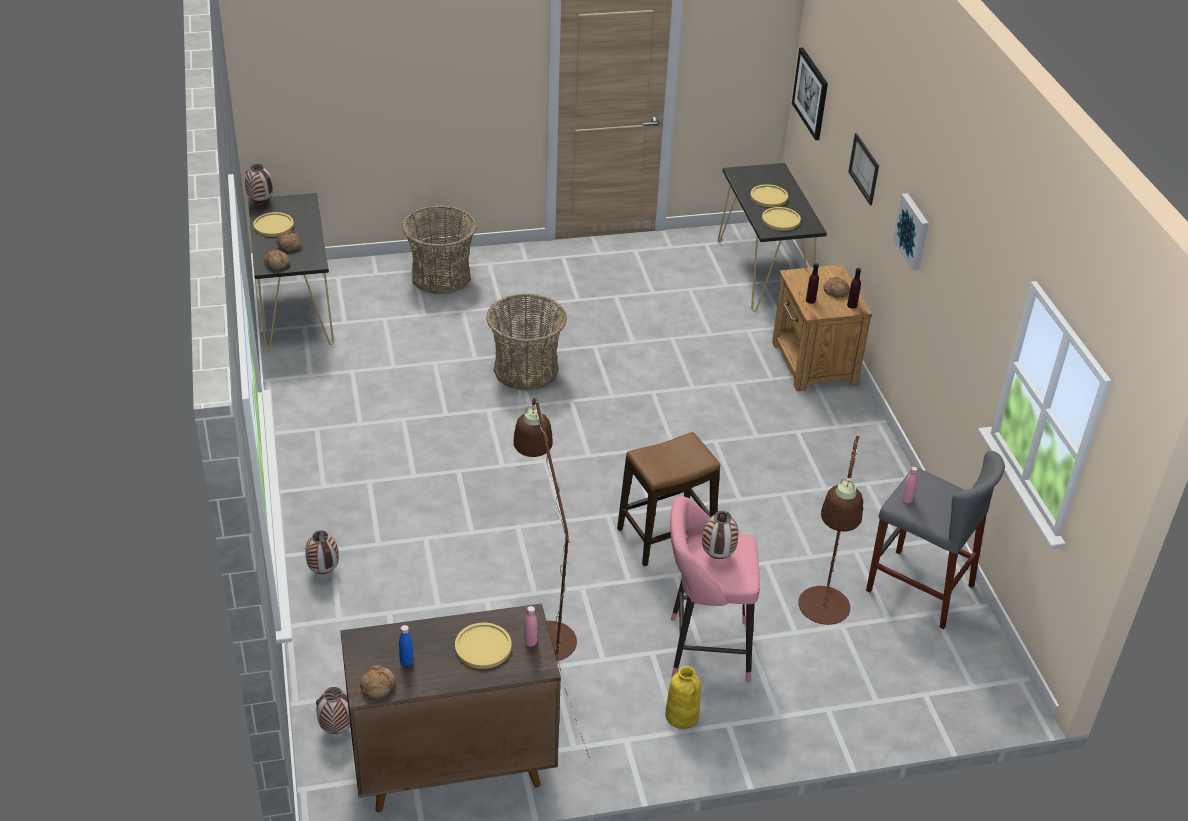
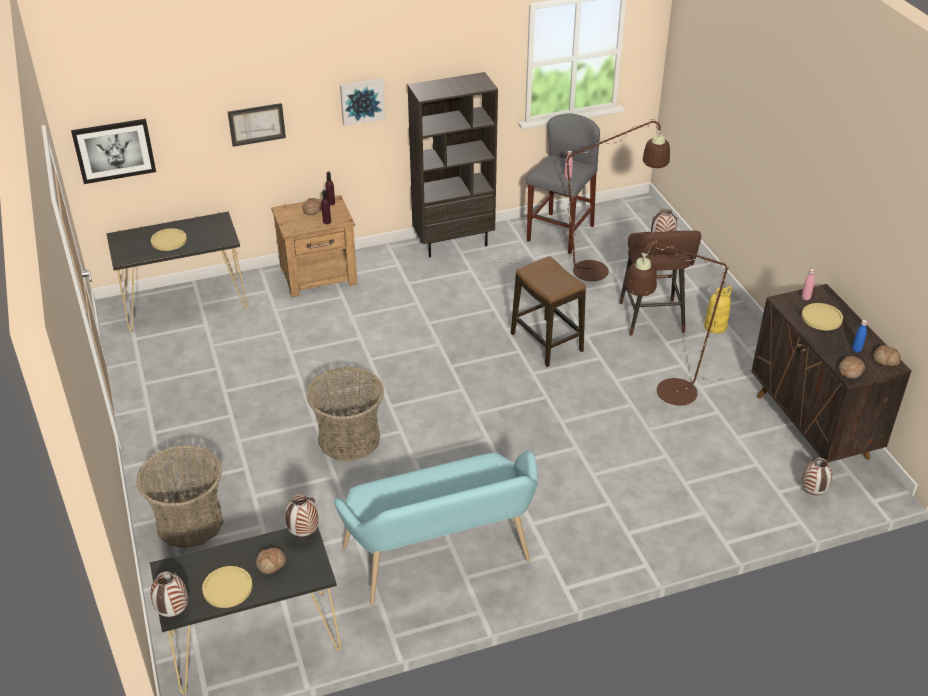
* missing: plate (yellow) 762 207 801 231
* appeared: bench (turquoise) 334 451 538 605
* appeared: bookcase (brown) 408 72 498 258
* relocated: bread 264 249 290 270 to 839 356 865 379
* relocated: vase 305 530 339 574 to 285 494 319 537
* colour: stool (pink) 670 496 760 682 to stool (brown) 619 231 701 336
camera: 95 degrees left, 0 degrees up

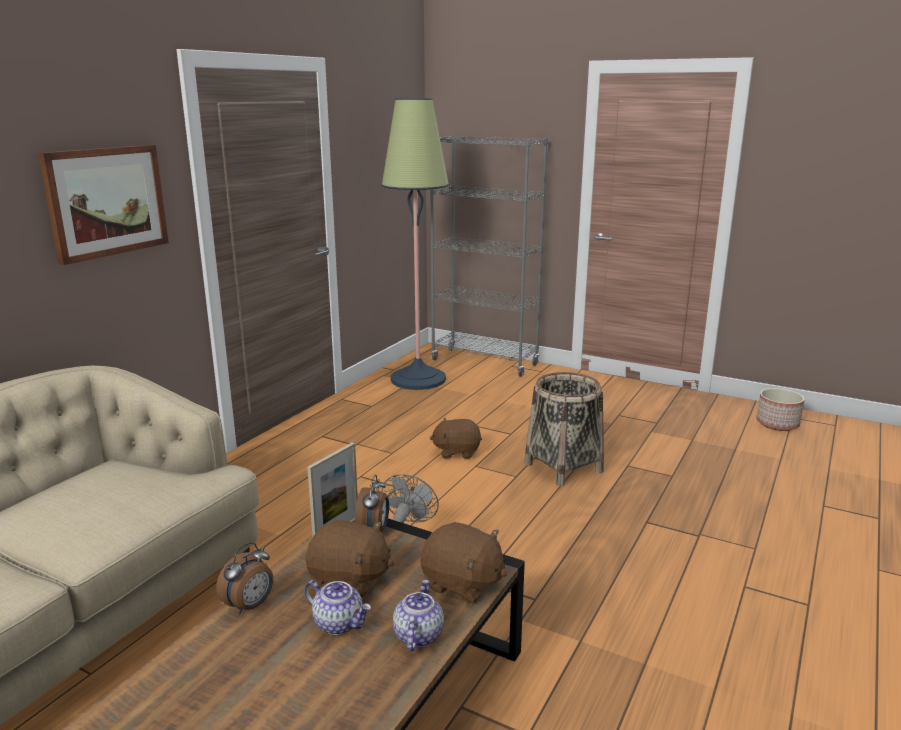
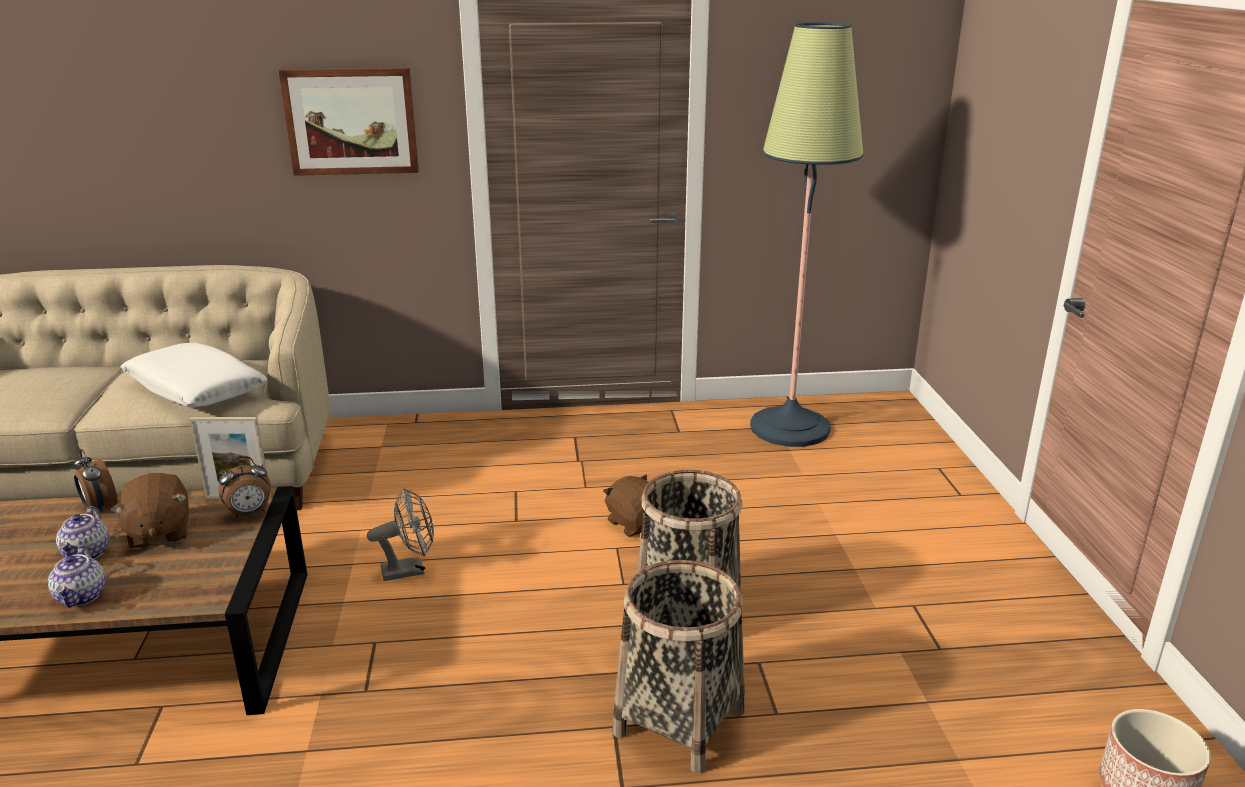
* missing: plush toy (brown) 420 522 507 604
* missing: bookcase (grey) 430 135 548 377
* appeared: pillow (white) 120 342 268 408
* appeared: basket 612 560 745 773
* spun: alarm clock 216 542 273 614 = 74 449 117 513 45 degrees clockwise
* spun: teapot 393 580 444 651 = 48 546 106 608 105 degrees clockwise
camera: 55 degrees right, 5 degrees up

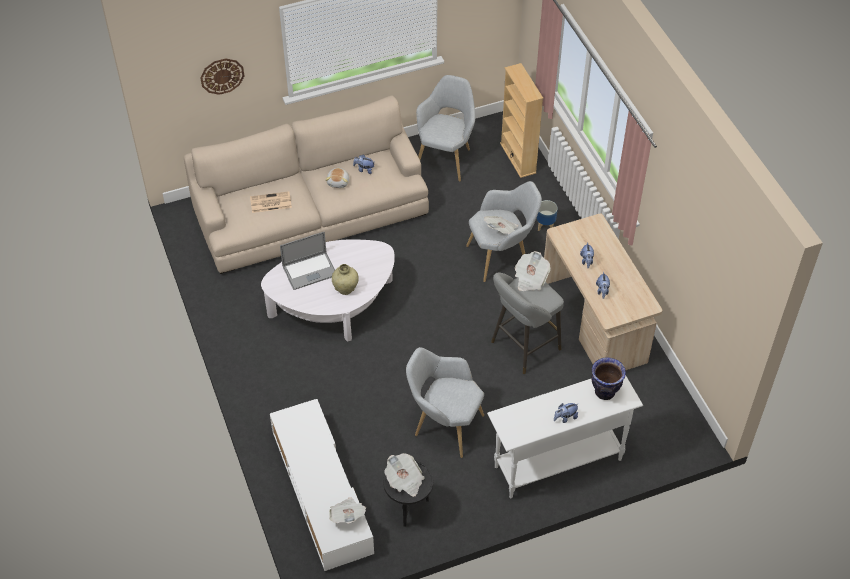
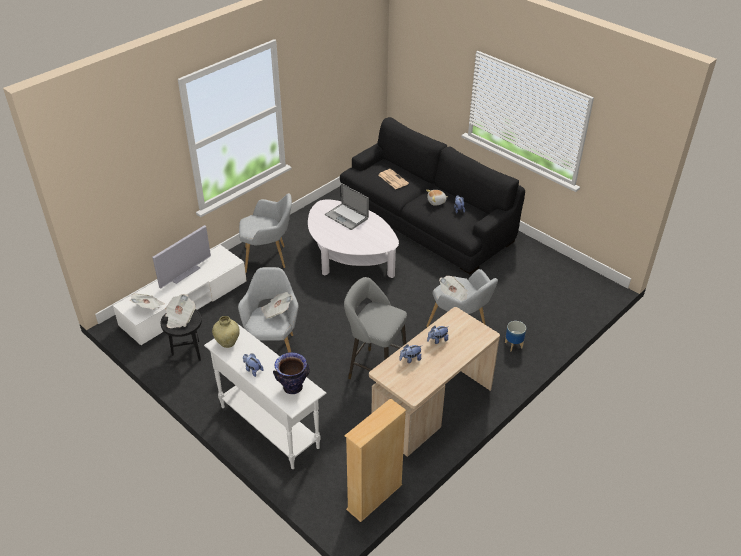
* missing: wall clock 200 58 244 95
* appeared: television 152 225 211 289
* relocated: vase (beige) 332 264 359 295 to 212 316 240 348
* relocated: armchair (grey) 416 75 475 182 to 239 193 292 273
* relocated: bookcase (beige) 500 63 543 178 to 345 398 406 522
* relocated: newspaper 515 251 551 291 to 261 292 293 319
* colour: sofa (beige) 184 95 429 274 to sofa (black) 340 117 525 274
camera: 65 degrees right, 10 degrees down

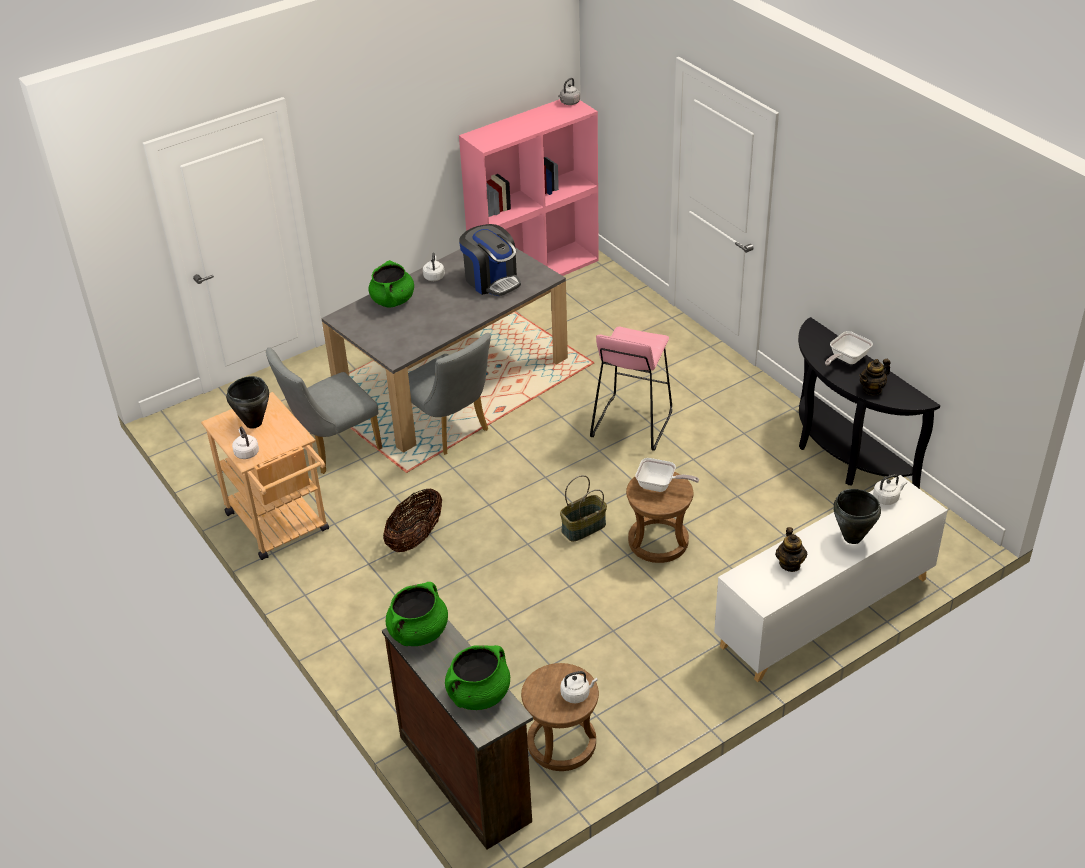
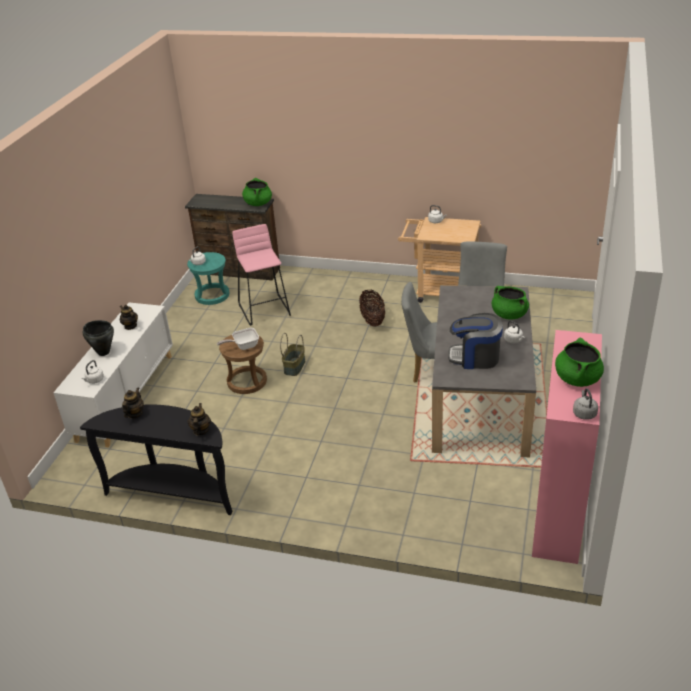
* missing: cooking pot (black) 226 376 269 429
* missing: frying pan 825 331 873 366
* appeared: teapot 188 403 211 436
* relocated: cooking pot (green) 445 645 510 710 to 555 338 604 387
* relocated: stool (pink) 590 326 672 451 to 232 224 291 326
* colour: stool (brown) 521 663 599 771 to stool (turquoise) 187 252 229 305
camera: 140 degrees right, 5 degrees down

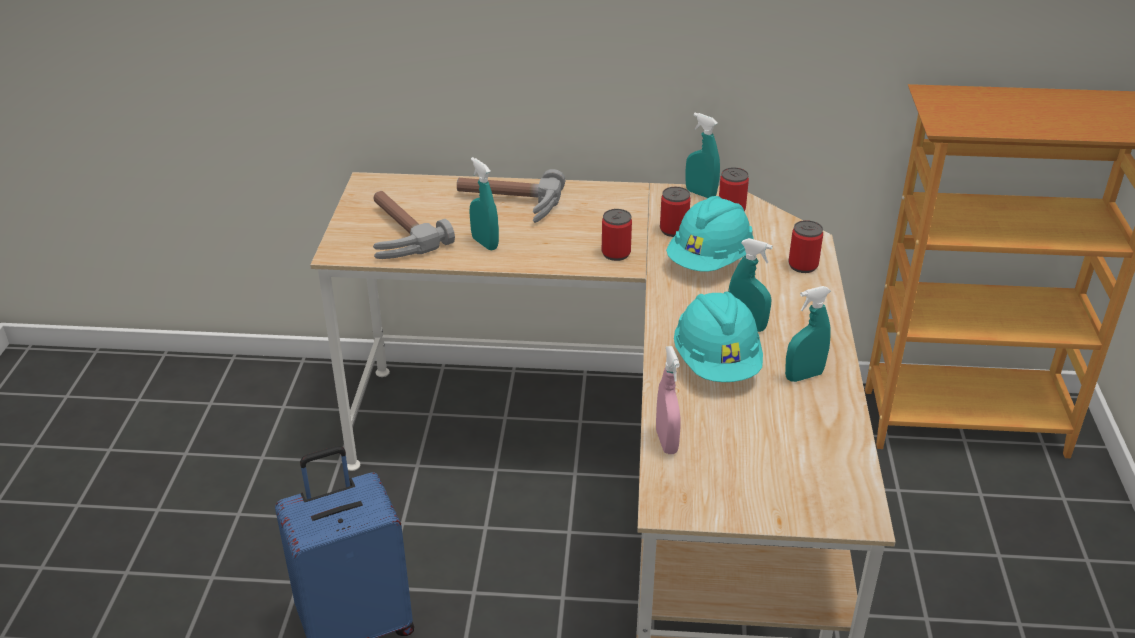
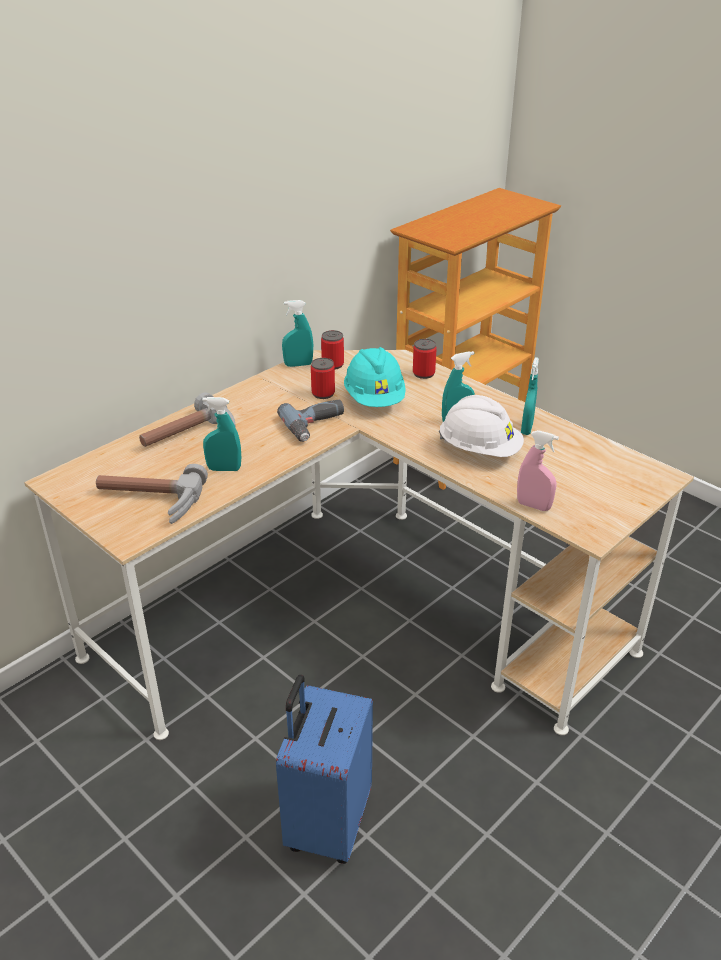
* exchanged: can 602 209 632 261 to power drill 277 400 344 442
* colour: hard hat (turquoise) 674 291 763 382 to hard hat (white) 439 395 524 457
camera: 50 degrees left, 0 degrees up

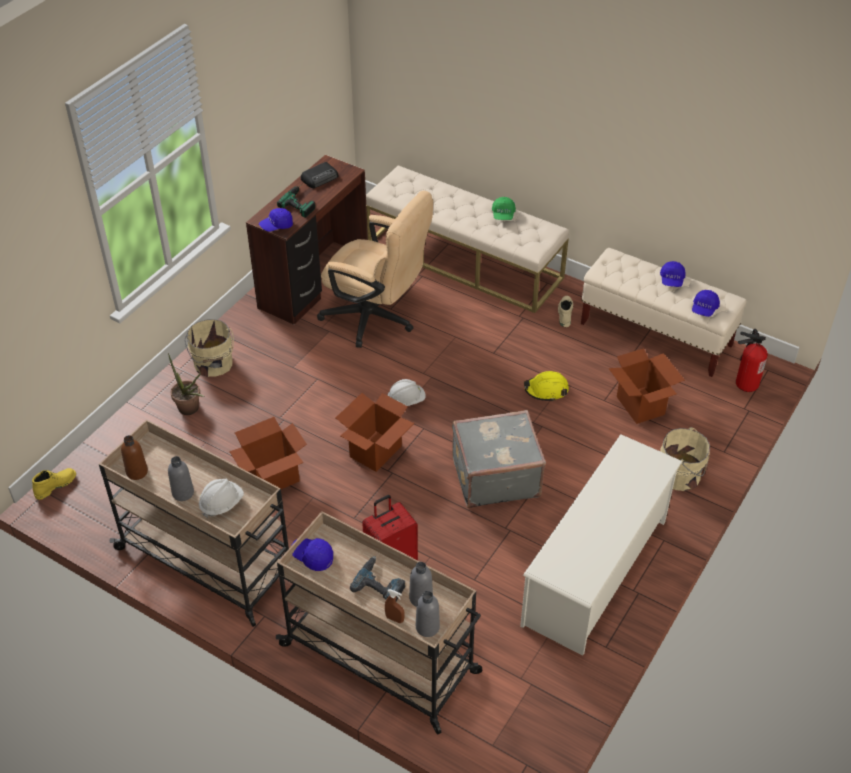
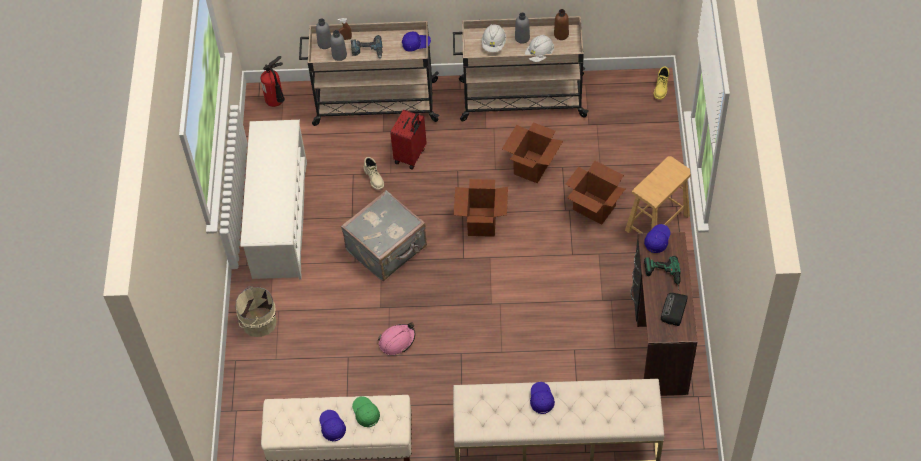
* missing: potted plant 168 353 205 415
* missing: office chair (beige) 317 191 433 348
* relocated: hard hat (white) 387 379 426 406 to 525 35 554 62
* relocated: cap (green) 492 197 516 220 to 352 396 380 427
* relocated: boot (beige) 558 296 573 327 to 364 157 384 190
* relocated: cardboard box 609 348 685 424 to 565 160 625 225
* relocated: cap (blue) 692 290 720 317 to 530 382 555 414
* relocated: fire extinguisher 736 329 768 392 to 260 56 285 107
* exchanged: bucket (beige) 185 319 234 377 to stool (brown) 625 156 691 233
* colour: hard hat (yellow) 524 371 569 402 to hard hat (pink) 378 322 415 355
camera: 150 degrees right, 10 degrees up

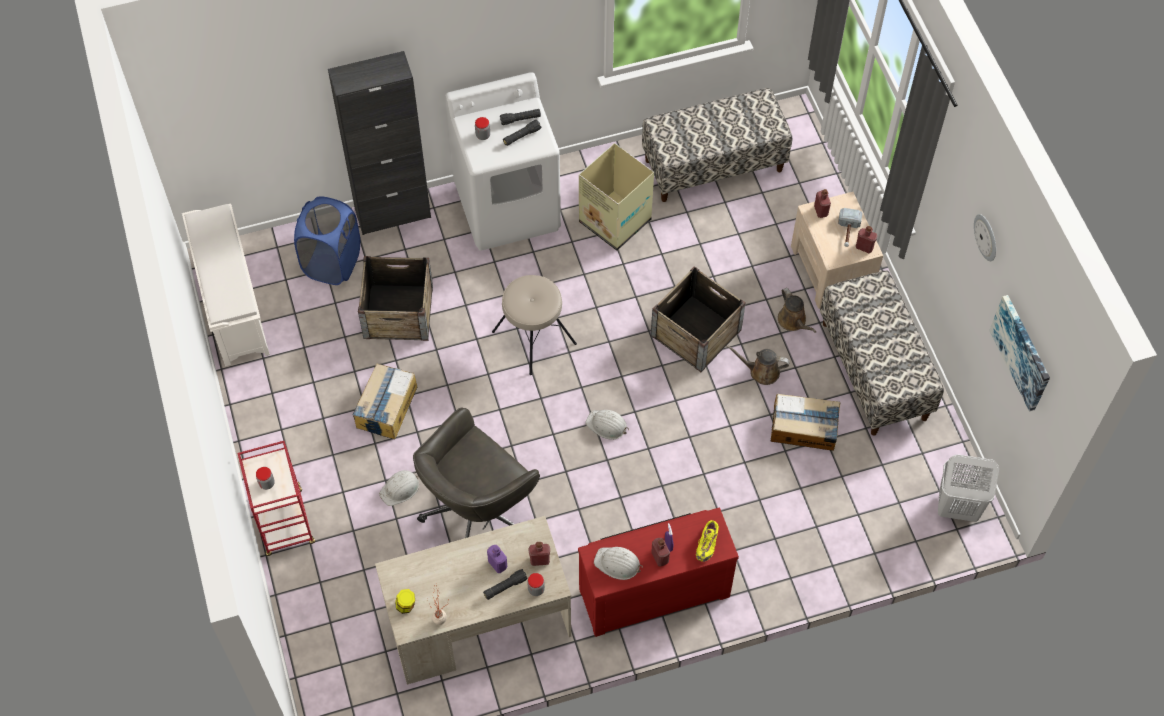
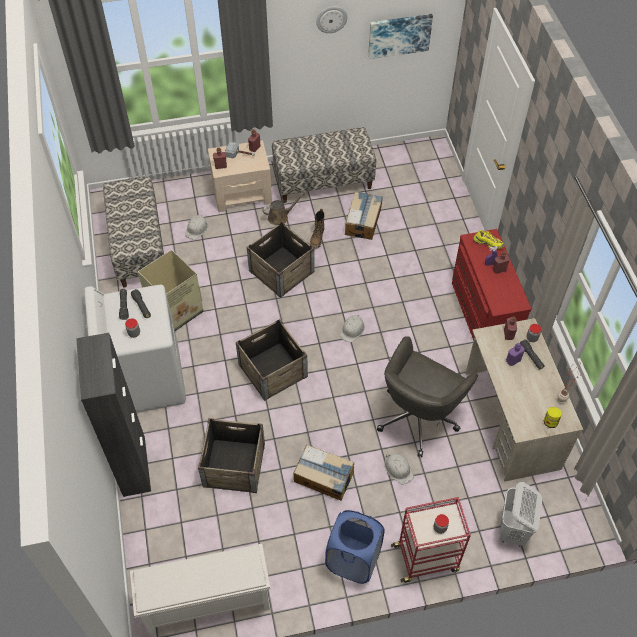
* relocated: laundry basket (blue) 294 196 360 285 to 325 510 385 584
* relocated: hard hat (white) 594 547 643 580 to 185 215 208 240
* relocated: laundry basket (white) 938 454 999 522 to 499 482 542 547
* exchanged: stool (beige) 492 275 577 375 to crate 236 319 308 401
* exchanged: watering can (brown) 726 345 790 385 to boot 310 209 325 249
* spun: office chair (grey) 413 407 540 538 = 377 336 478 457 75 degrees clockwise
camera: 85 degrees left, 5 degrees down

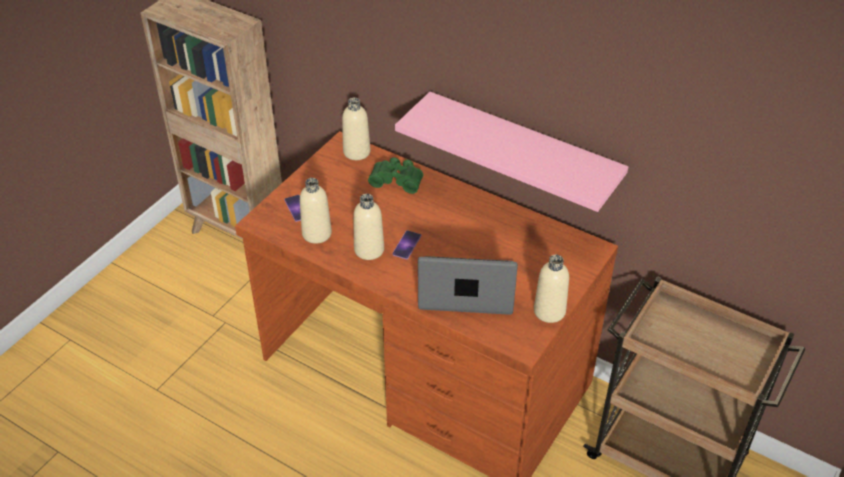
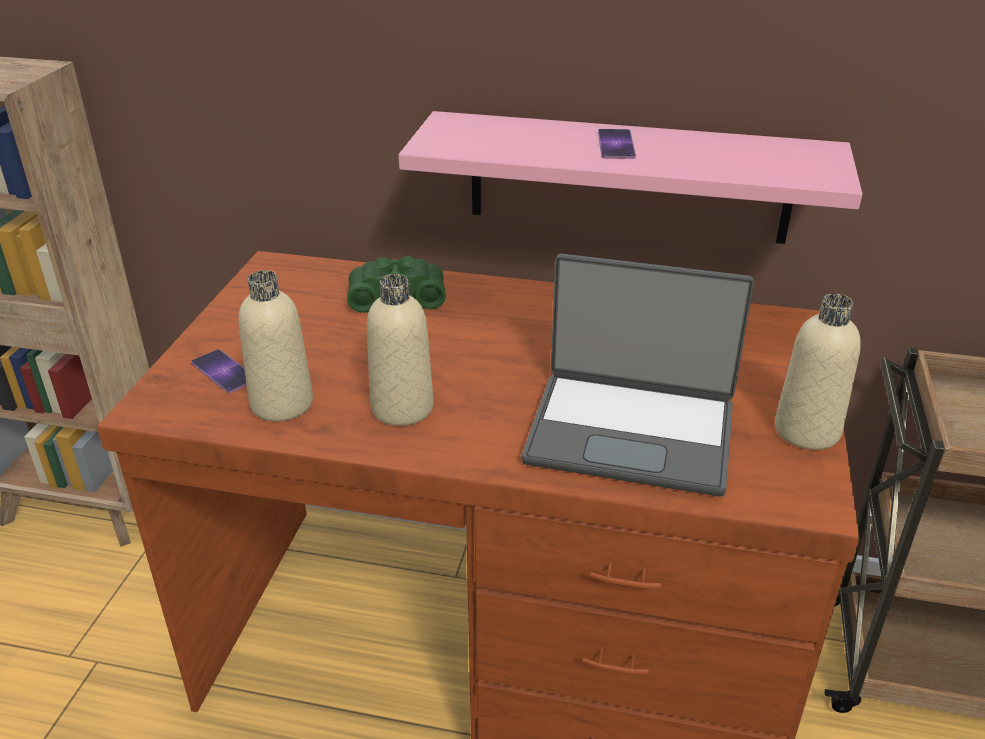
* missing: bottle (beige) 342 98 370 160
* relocated: phone 392 230 421 259 to 598 129 636 159
* spun: laptop 418 256 518 315 = 521 254 754 496 150 degrees counterclockwise
camera: 20 degrees left, 10 degrees down

